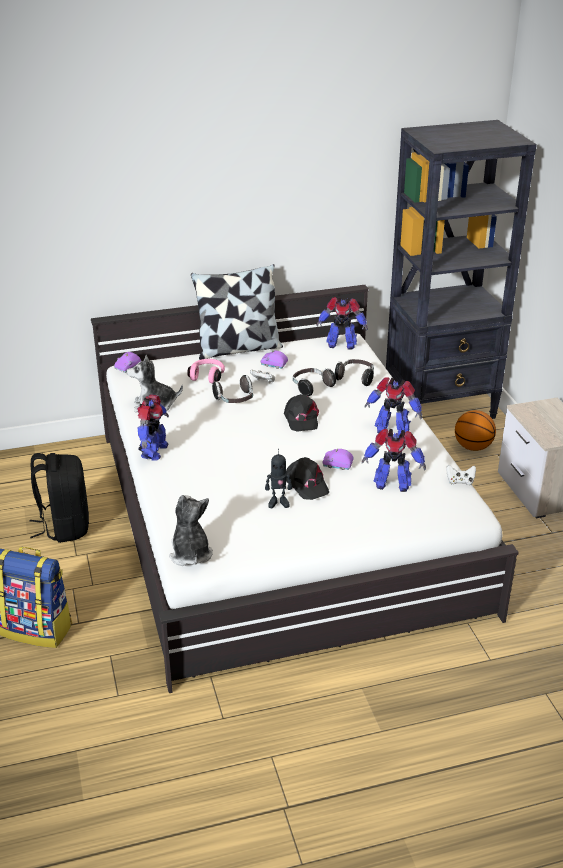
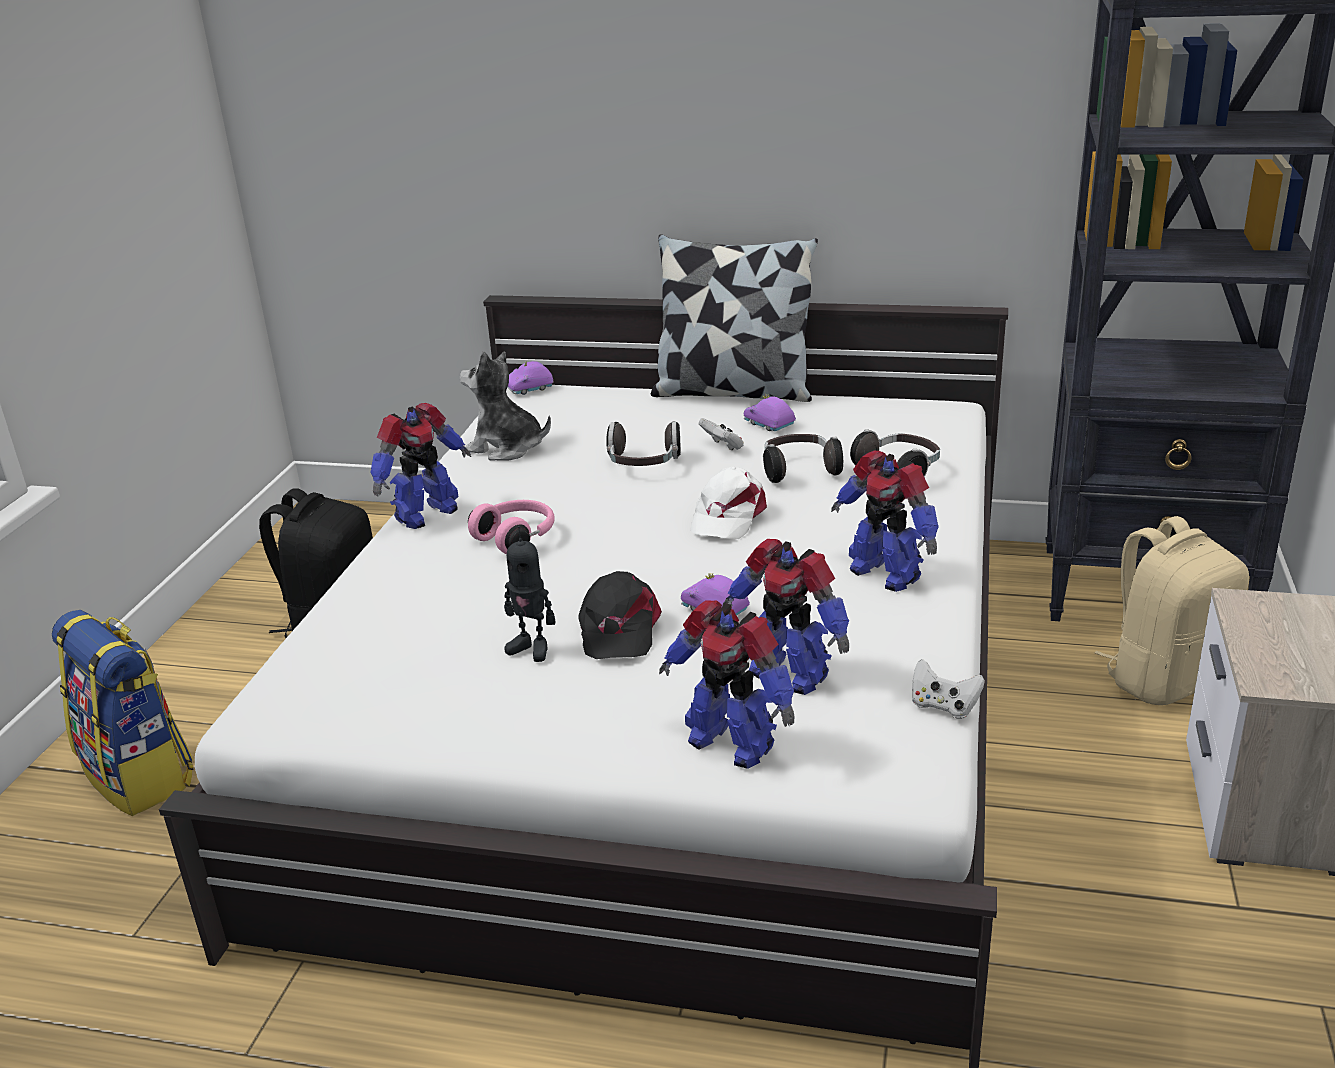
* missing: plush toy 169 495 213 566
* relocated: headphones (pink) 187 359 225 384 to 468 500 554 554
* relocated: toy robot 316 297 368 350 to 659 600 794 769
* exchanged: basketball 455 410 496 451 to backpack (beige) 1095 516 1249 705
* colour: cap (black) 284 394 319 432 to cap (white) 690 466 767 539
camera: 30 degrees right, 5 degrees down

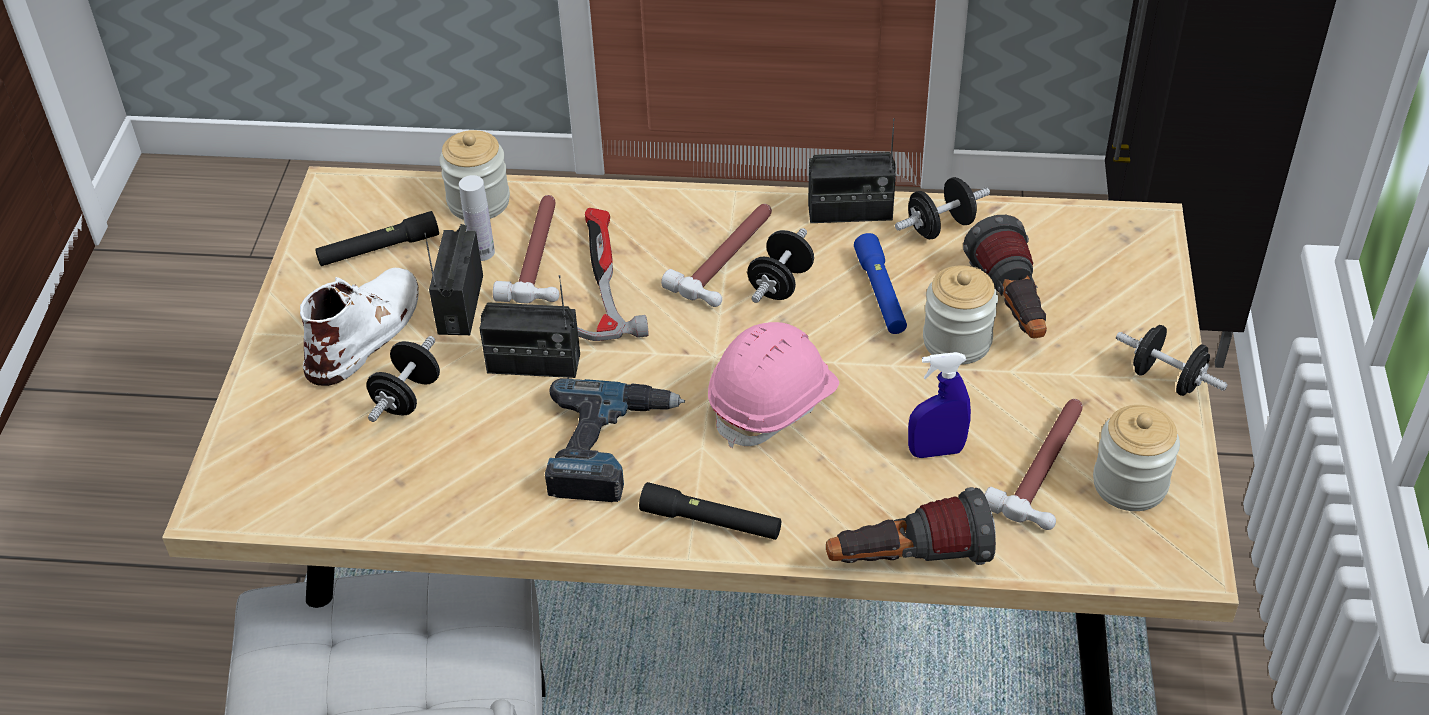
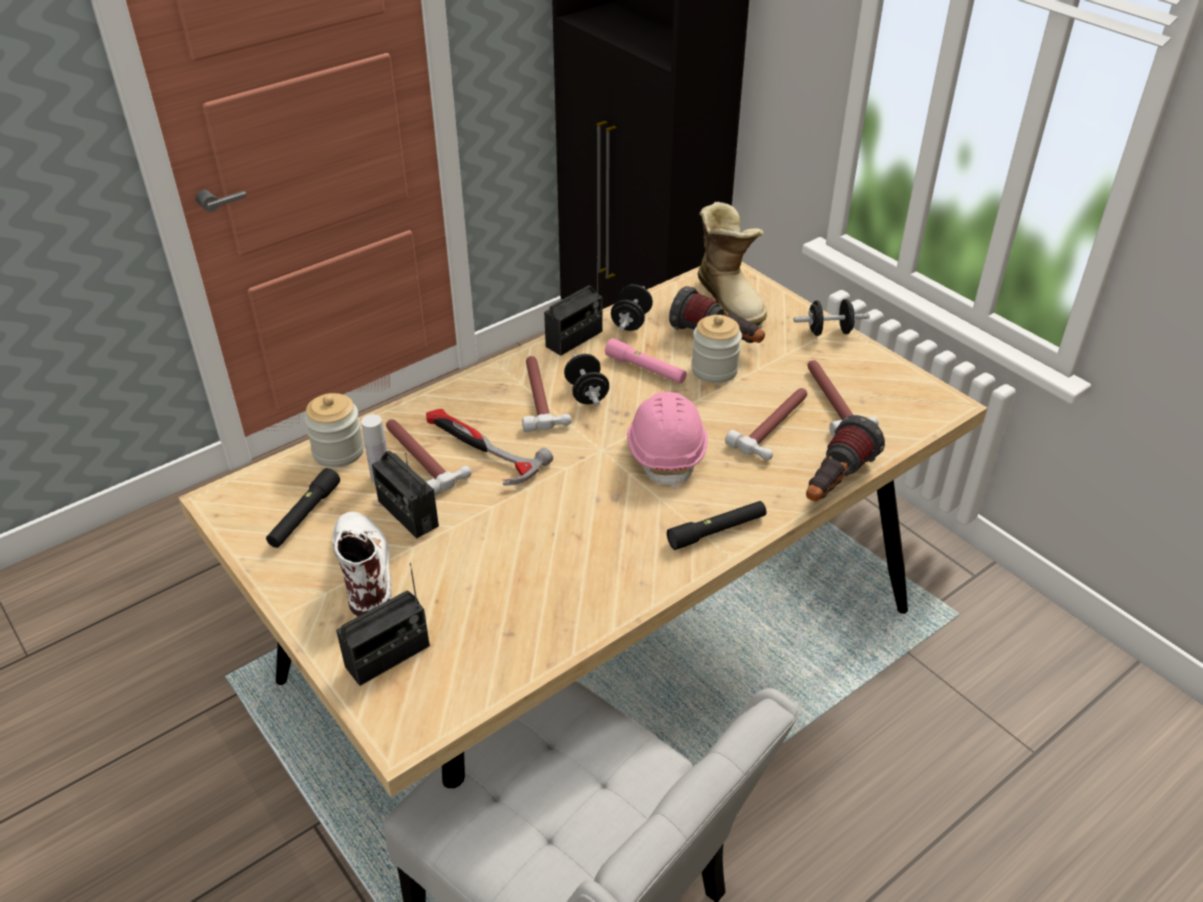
* missing: dumbbell (black) 366 336 440 422
* missing: power drill 545 378 685 502
* missing: jar 1093 405 1180 511
* appeared: boot 698 202 767 326
* relocated: radio 479 275 580 378 to 336 563 430 686
* exchanged: spray bottle (blue) 908 352 971 458 to hammer 725 388 807 460
* colour: flashlight (blue) 854 233 907 334 to flashlight (pink) 605 338 687 384
camera: 45 degrees left, 5 degrees down

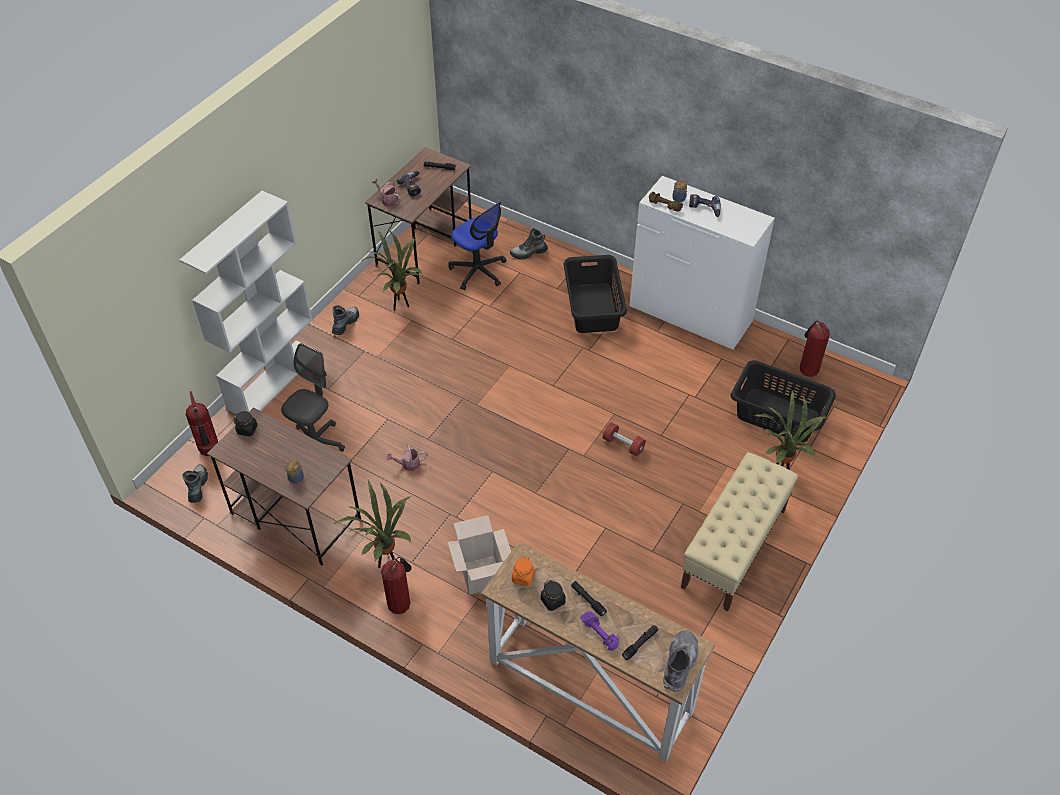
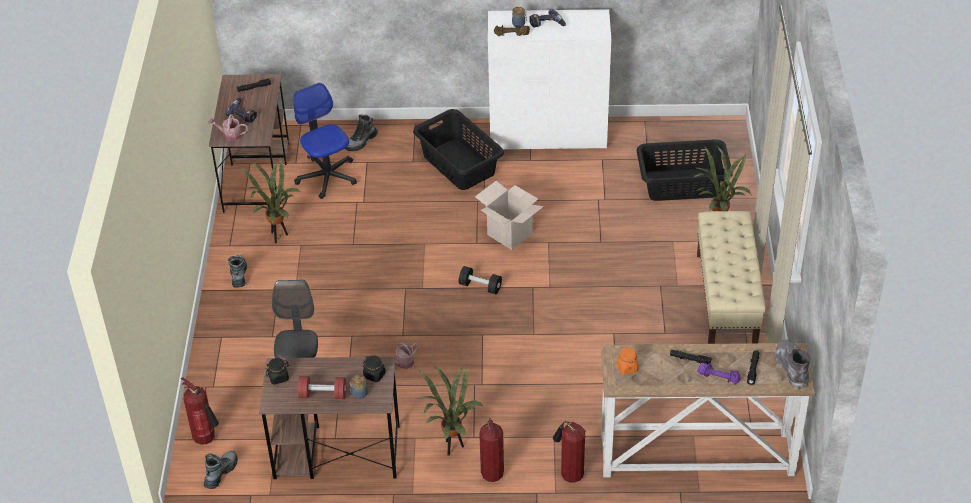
* missing: bookcase (white) 180 191 312 415
* appeared: dumbbell (black) 459 266 502 294
* relocated: cardboard box 448 515 511 595 to 475 181 544 250
* relocated: jar (black) 540 580 566 611 to 363 355 386 382
* relocated: dumbbell (red) 603 422 646 456 to 298 376 346 399
* relocated: fire extinguisher 800 320 830 377 to 553 421 586 483
* spun: boot 182 464 208 503 = 204 451 238 489 60 degrees clockwise
* spun: office chair 449 202 507 290 = 294 83 357 199 135 degrees counterclockwise
camera: 30 degrees left, 5 degrees down

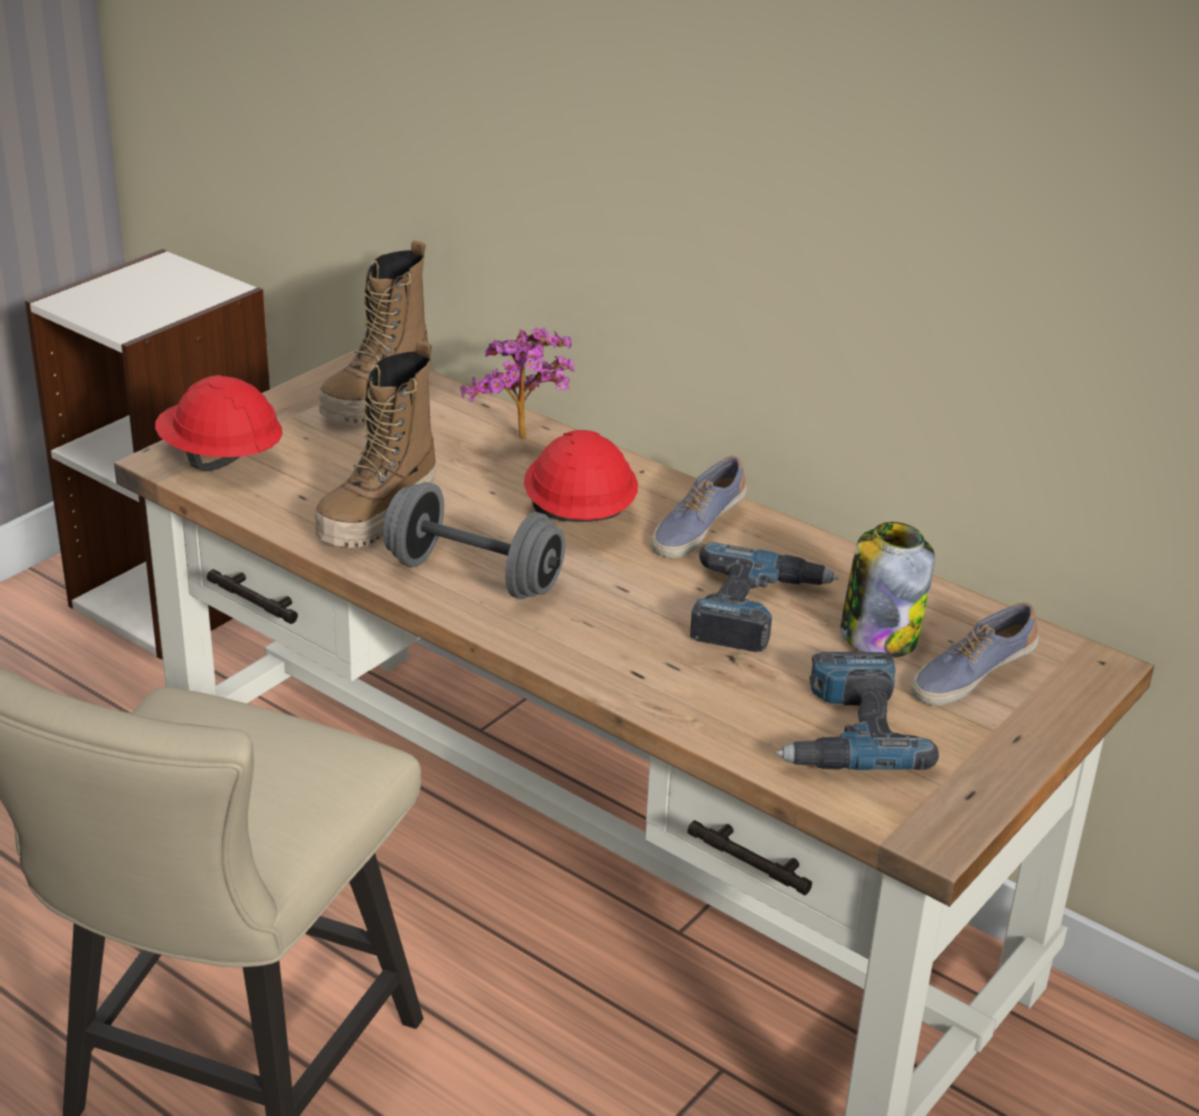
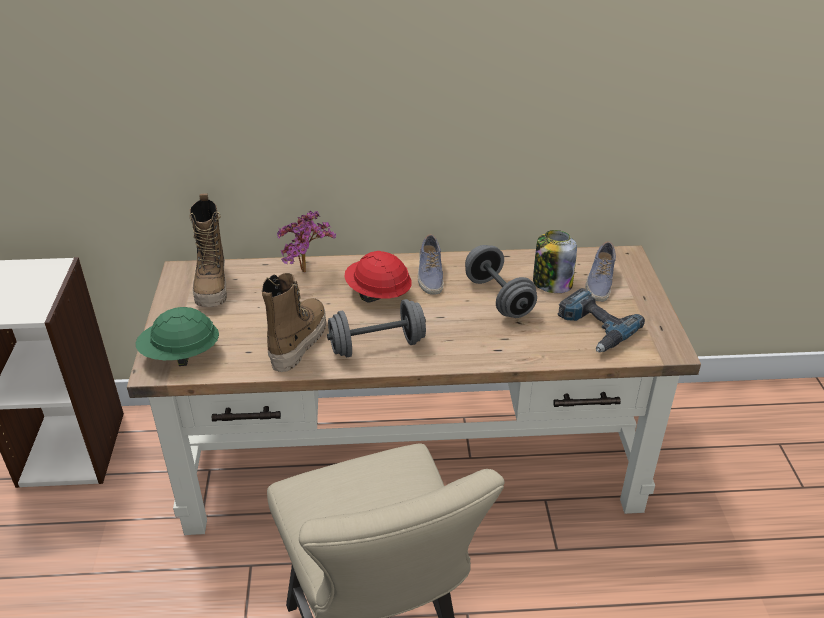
* exchanged: power drill 690 542 839 652 to dumbbell (grey) 465 245 537 318
* colour: hard hat (red) 155 375 282 471 to hard hat (green) 136 307 219 366
* spun: boot 315 340 437 548 = 262 273 326 372 150 degrees counterclockwise
camera: 40 degrees left, 5 degrees up

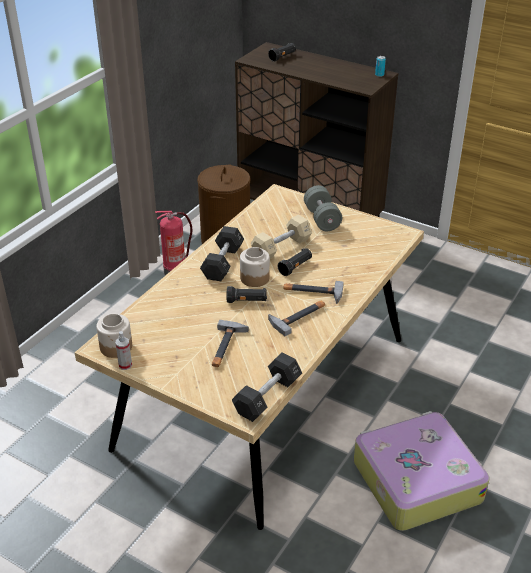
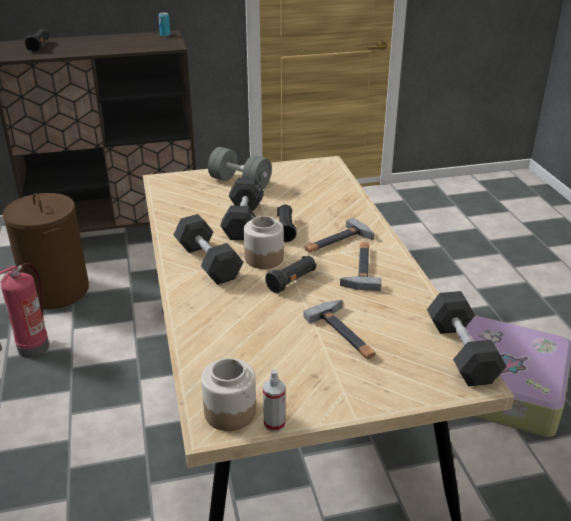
* colour: dumbbell (beige) 251 215 312 259 to dumbbell (black) 220 178 264 240
camera: 45 degrees left, 5 degrees down

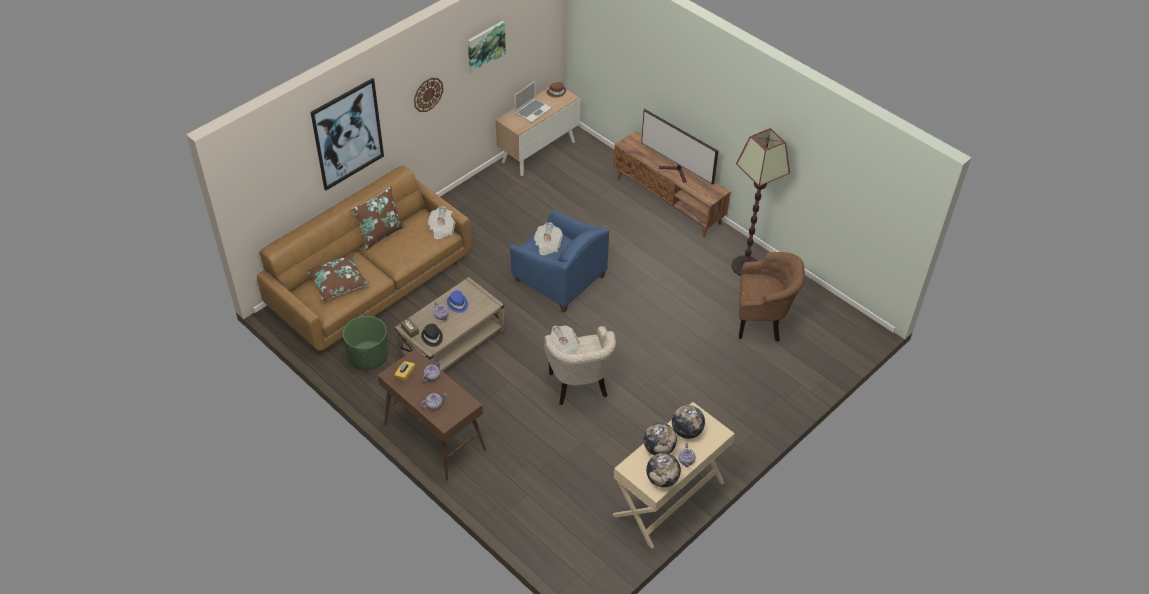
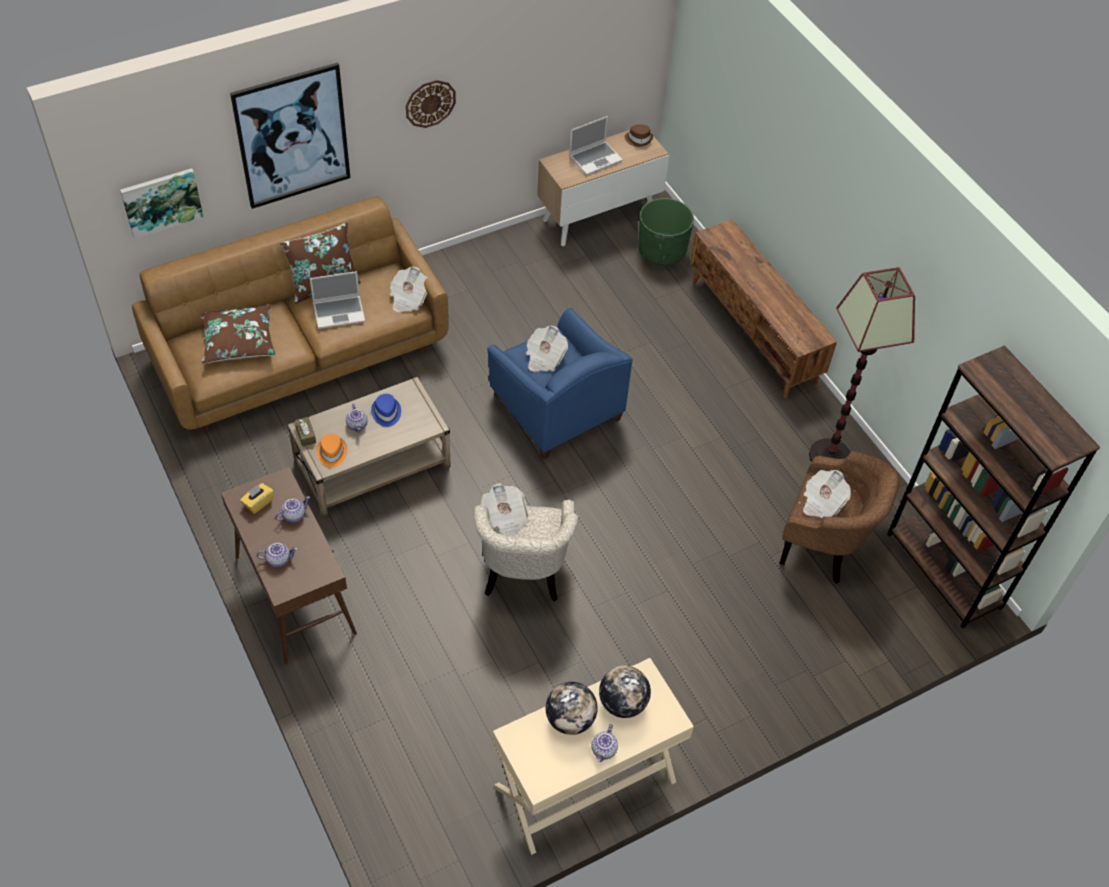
* missing: television 641 109 719 184
* missing: globe 646 453 681 488
* appeared: laptop 310 271 365 329
* appeared: newspaper 803 470 851 518
* appeared: bookcase (brown) 887 345 1100 629
* relocated: planter (green) 343 316 388 370 to 638 198 694 266
* relocated: picture 468 21 506 74 to 120 168 204 239
* colour: hat (black) 421 324 443 347 to hat (orange) 317 433 347 468
camera: 15 degrees right, 5 degrees up

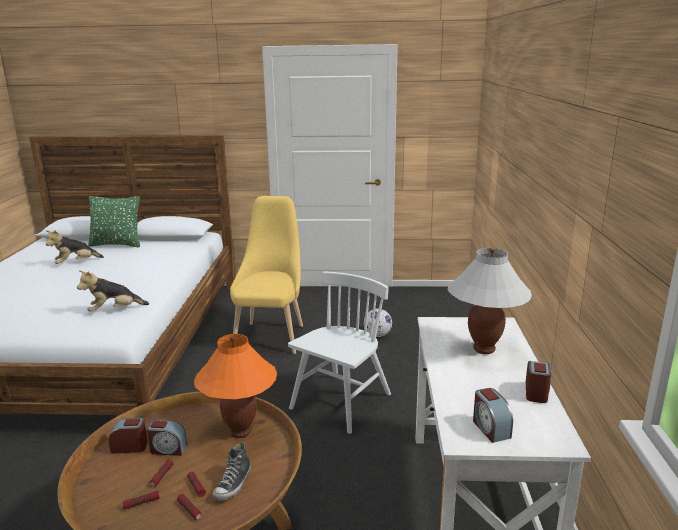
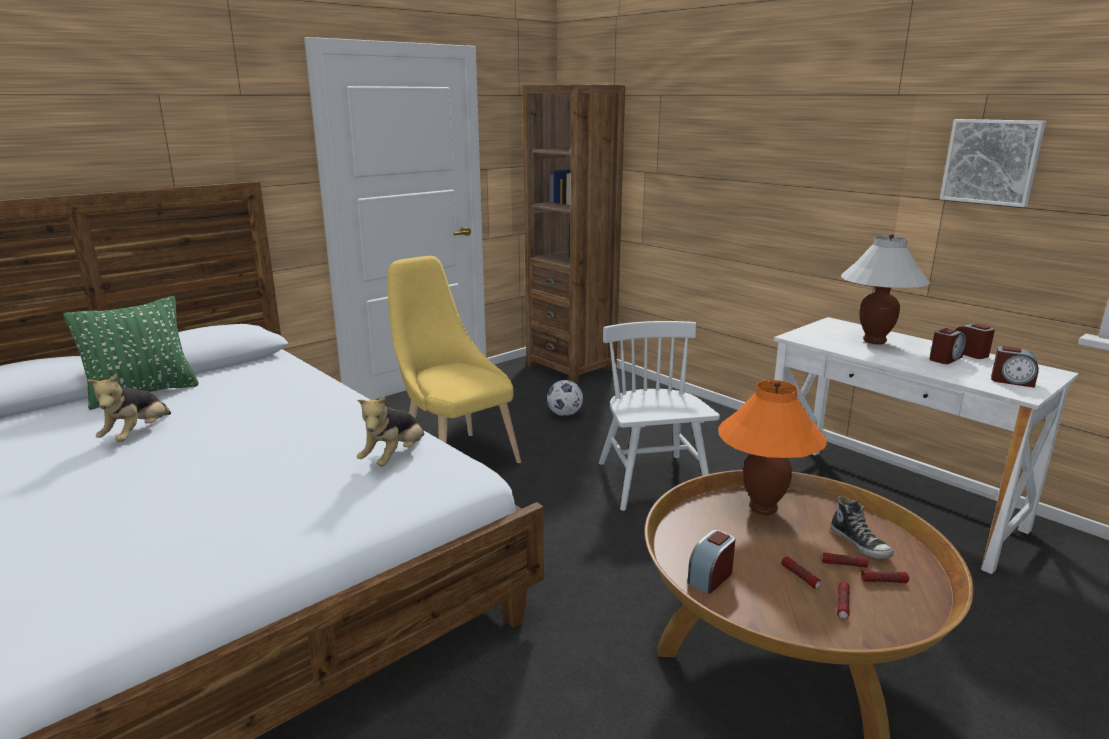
* appeared: bookcase (brown) 523 84 625 384
* appeared: picture 940 119 1046 207
* relocated: alarm clock 147 419 187 456 to 930 328 966 364
camera: 45 degrees left, 0 degrees up

